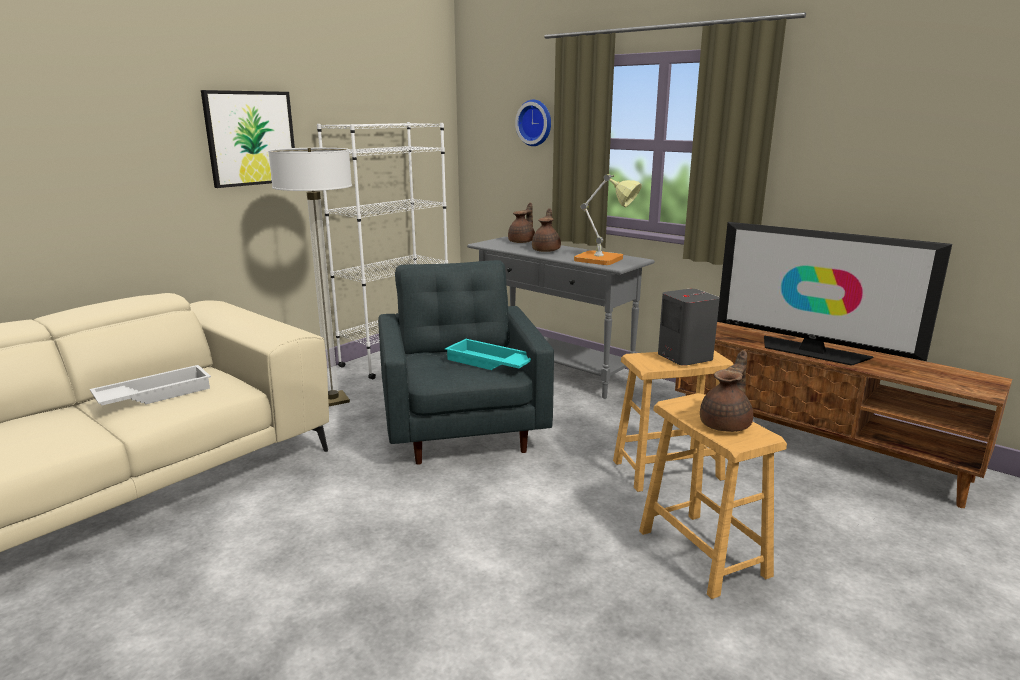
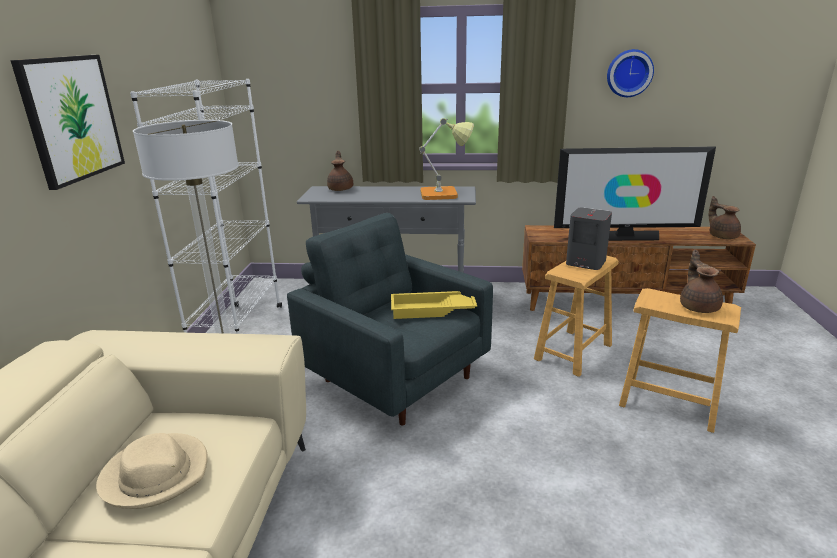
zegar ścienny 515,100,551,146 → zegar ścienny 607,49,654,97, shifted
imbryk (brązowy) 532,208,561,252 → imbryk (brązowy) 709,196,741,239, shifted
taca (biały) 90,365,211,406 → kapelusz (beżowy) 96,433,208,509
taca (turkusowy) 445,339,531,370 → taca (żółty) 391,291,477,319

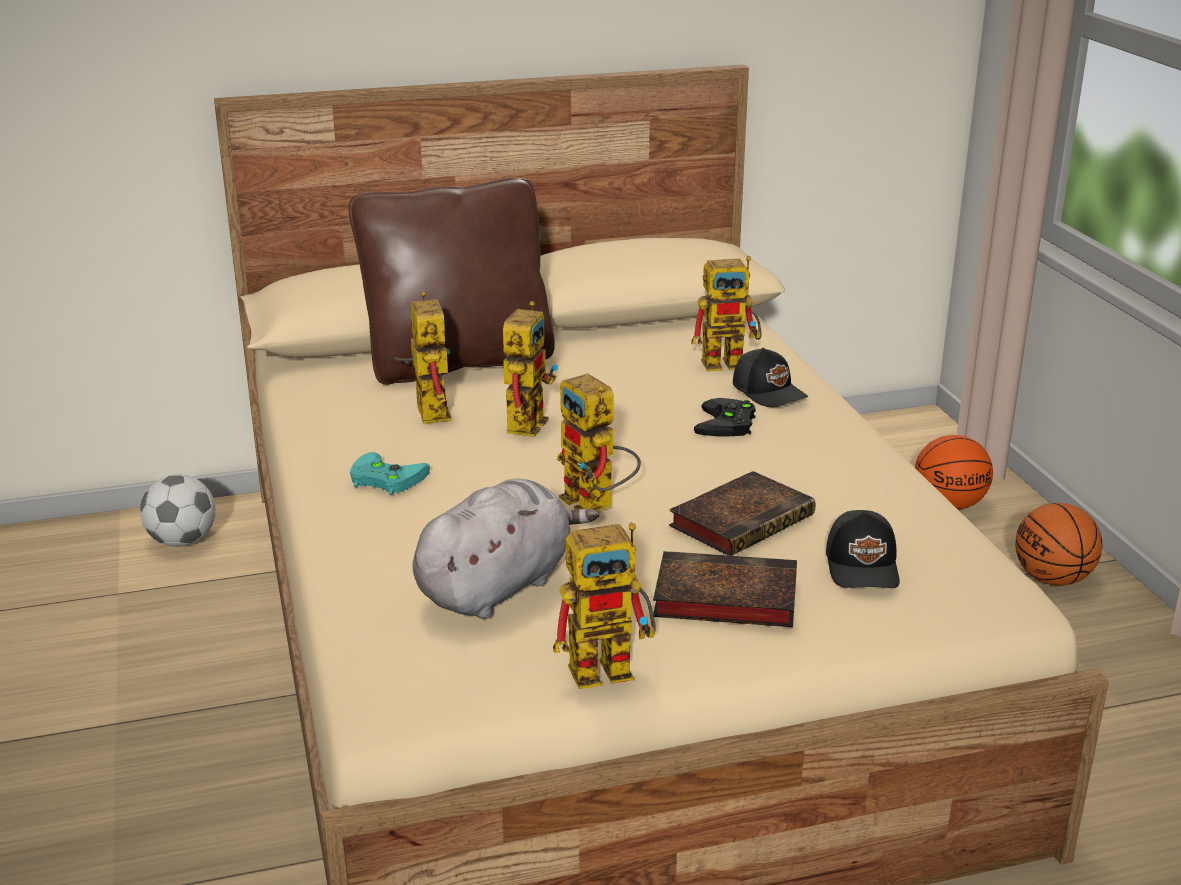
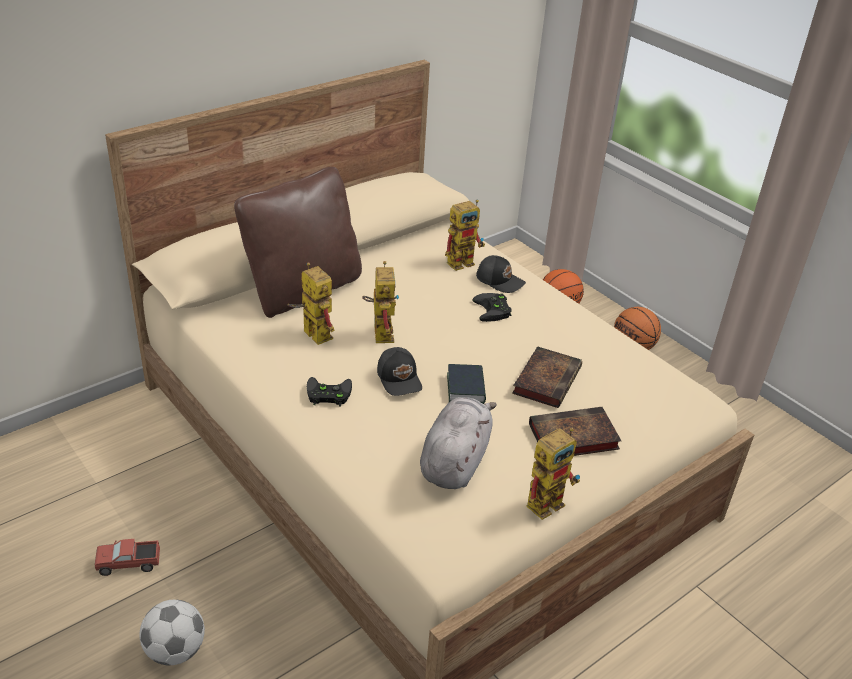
- → ciężarówka zabawkowa 95,539,160,576
piłka futbolowa 140,474,215,547 → piłka futbolowa 139,600,205,665, shifted
czapka z daszkiem (czarny) 826,510,900,588 → czapka z daszkiem (czarny) 377,347,422,396, shifted
robot zabawkowy 557,374,641,511 → książka 447,364,486,404
pad do gier (turkusowy) 350,452,430,495 → pad do gier (czarny) 307,377,352,406

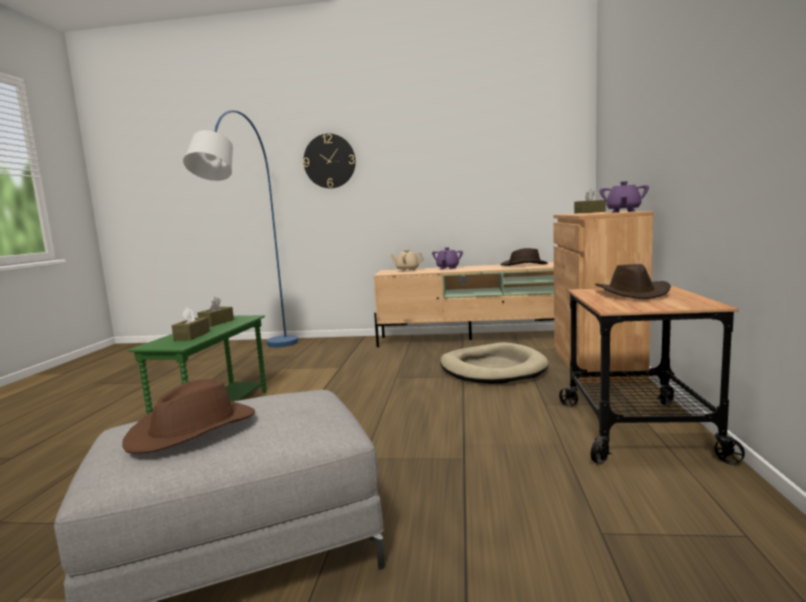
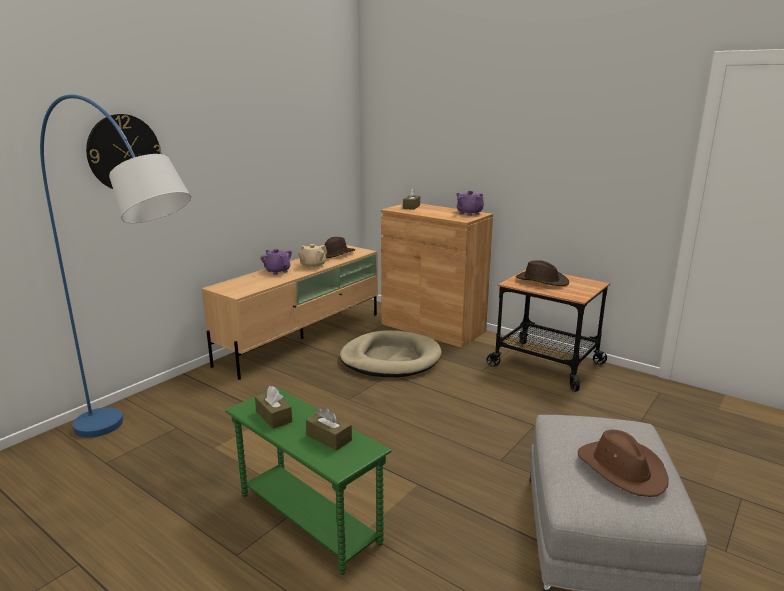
imbryk (beżowy) 390,249,424,272 → imbryk (beżowy) 298,244,327,269, shifted

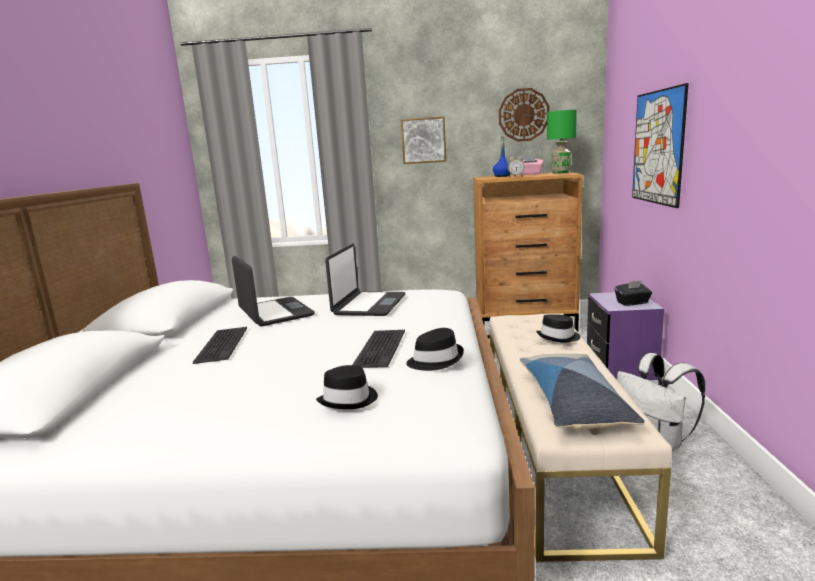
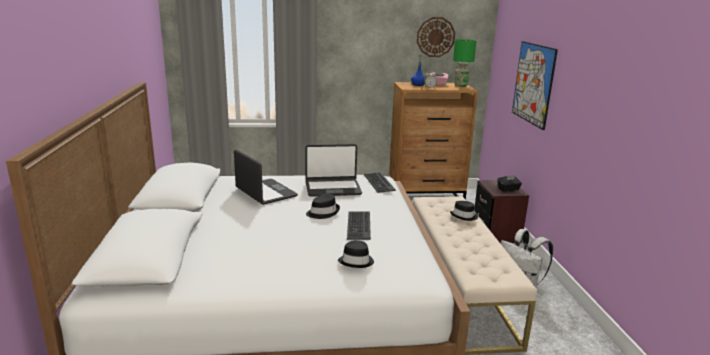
obraz 401,116,446,164 → -
poduszka 520,354,645,430 → -
klawiatura 193,327,247,364 → klawiatura 364,172,396,193, shifted
kapelusz (czarny) 406,328,464,371 → kapelusz (czarny) 306,194,340,219, shifted
szafka nocna (fioletowy) 587,292,664,380 → szafka nocna (brązowy) 475,180,529,243
laptop 325,244,405,316 → laptop 305,144,362,197, 75 degrees clockwise

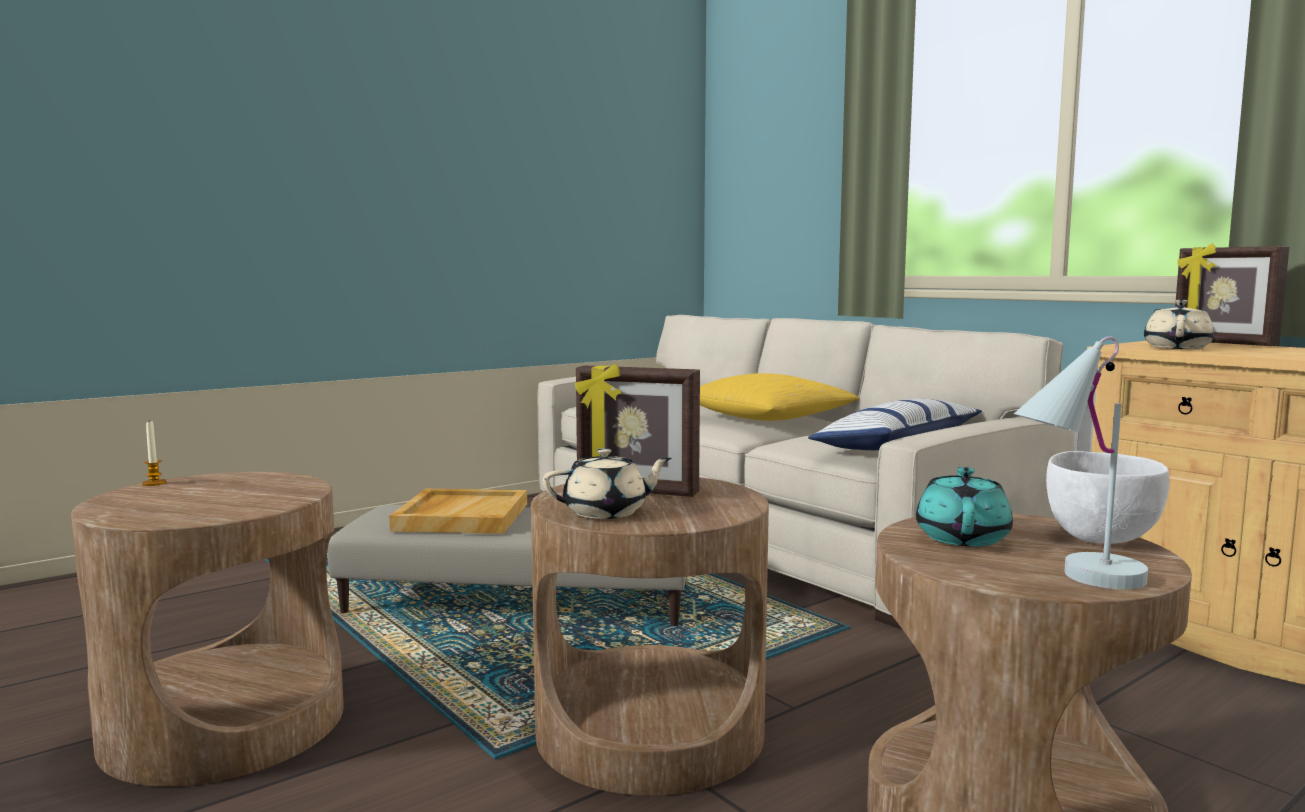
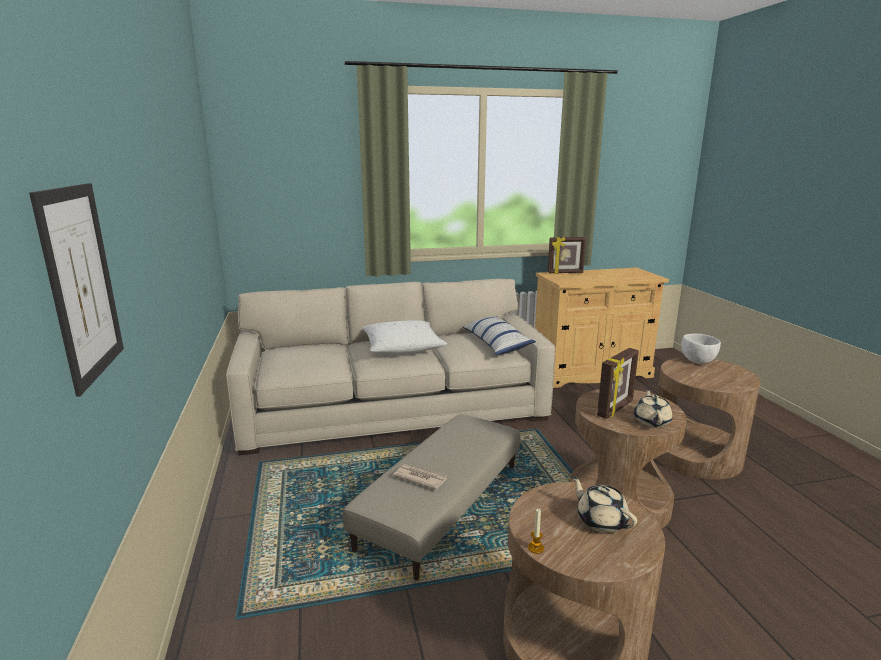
imbryk (turkusowy) 916,467,1013,547 → -
lampa stołowa (biały) 1014,336,1148,589 → -
- → obraz 29,183,124,397
imbryk (beżowy) 1144,300,1215,349 → imbryk (beżowy) 571,476,637,533, shifted
taca (beżowy) 389,489,527,534 → gazeta 393,464,448,490
poduszka (żółty) 700,373,860,421 → poduszka (biały) 362,320,447,354

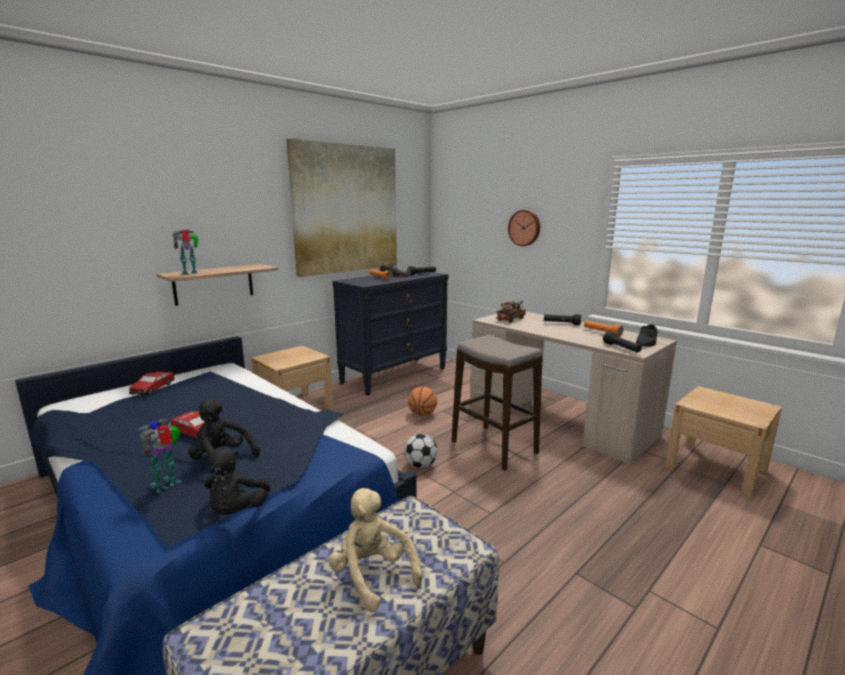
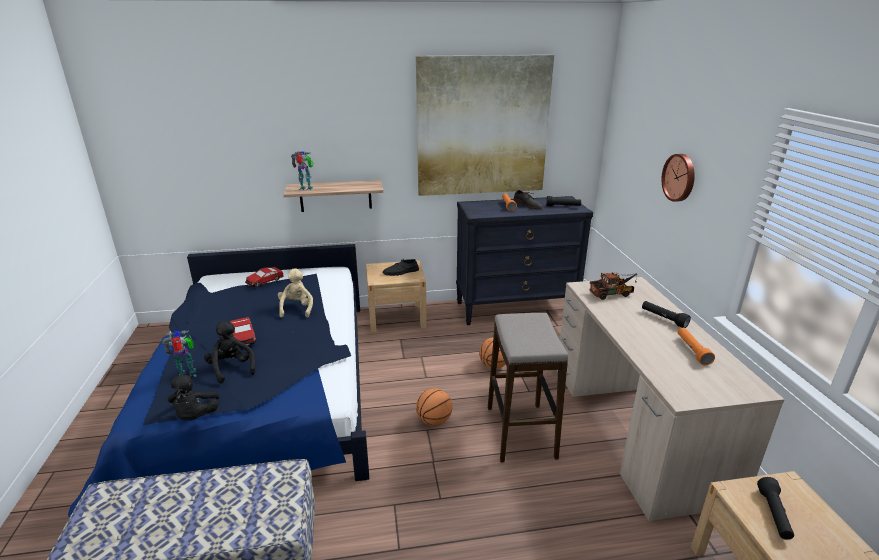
pluszak (beżowy) 328,488,422,613 → pluszak (beżowy) 278,268,313,318, shifted
latarka (czarny) 603,331,642,353 → latarka (czarny) 757,477,794,540, shifted
but (czarny) 636,324,658,347 → but (czarny) 383,259,419,276, shifted
piłka futbolowa 404,434,437,468 → piłka do koszykówki 416,389,453,426
pluszak (czarny) 204,449,271,515 → pluszak (czarny) 168,374,220,421, 45 degrees counterclockwise

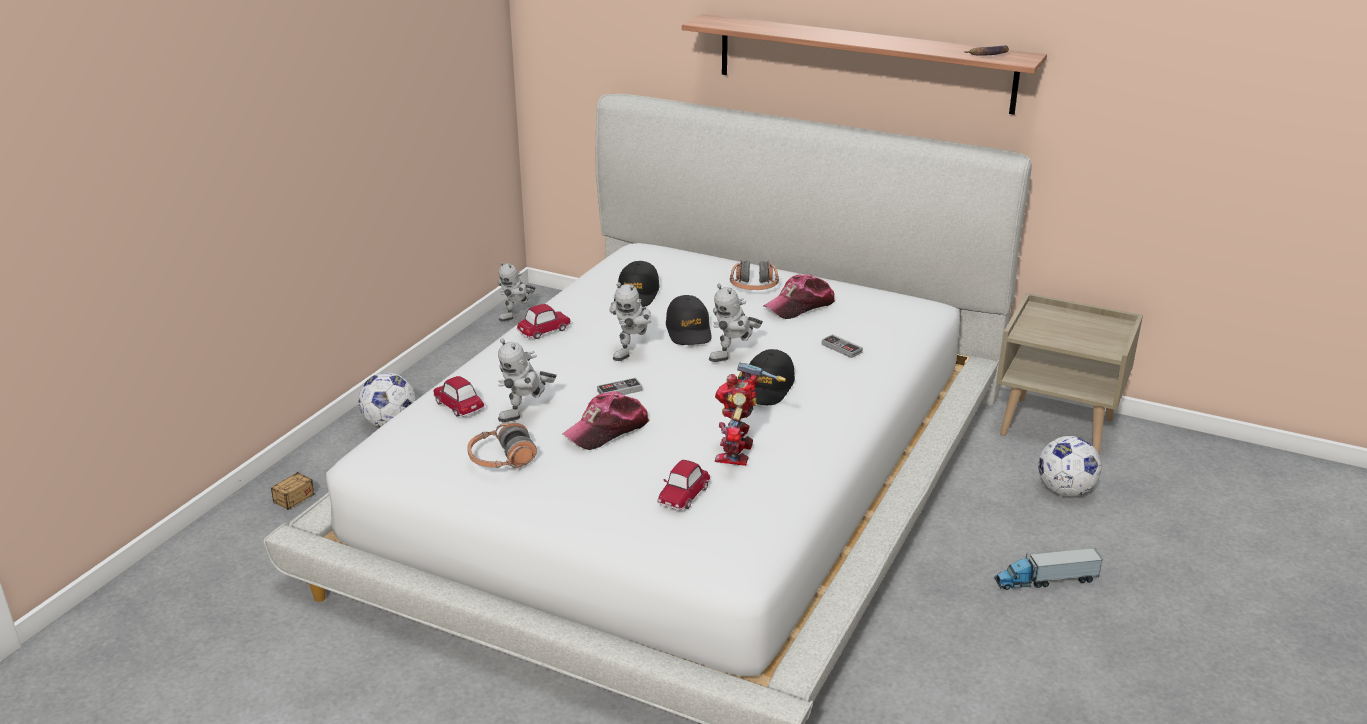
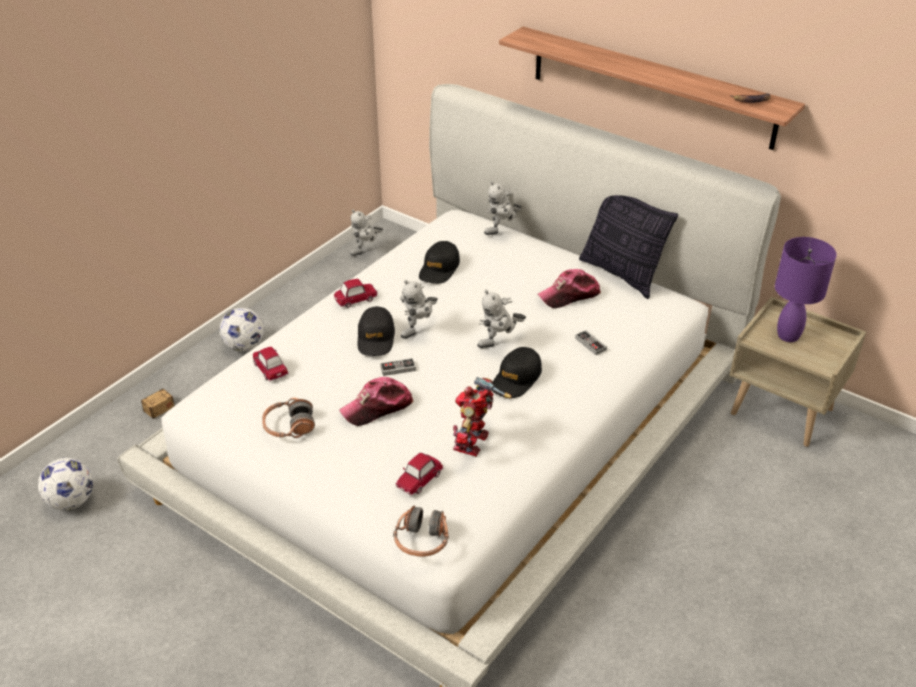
ciężarówka zabawkowa 994,548,1103,590 → -
- → poduszka 579,195,678,299
- → lampa stołowa (fioletowy) 775,237,837,342
robot zabawkowy 498,338,557,422 → robot zabawkowy 484,181,521,235, shifted
czapka z daszkiem (czarny) 666,295,712,345 → czapka z daszkiem (czarny) 358,306,395,356, shifted
słuchawki 730,260,779,290 → słuchawki 393,506,449,557, shifted
piłka futbolowa 1038,436,1102,497 → piłka futbolowa 38,458,93,510, shifted

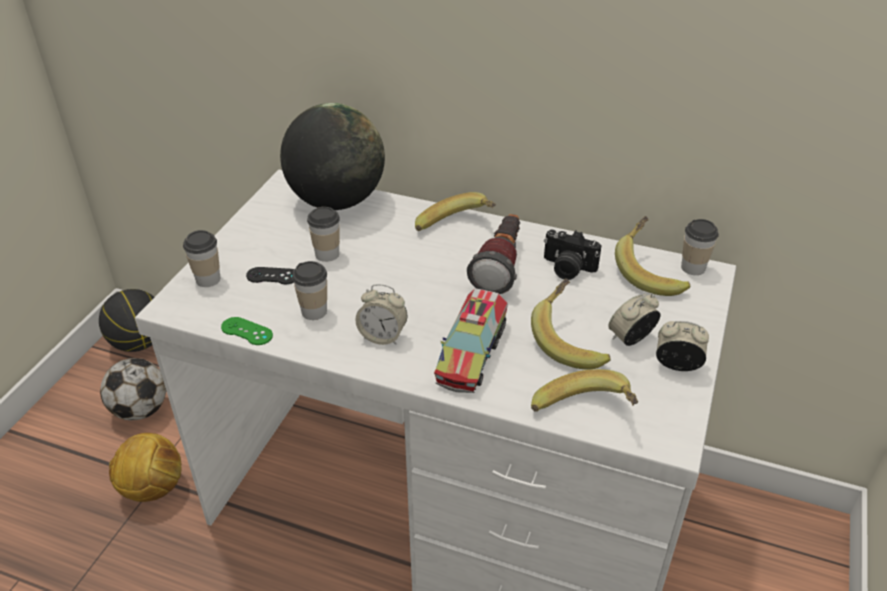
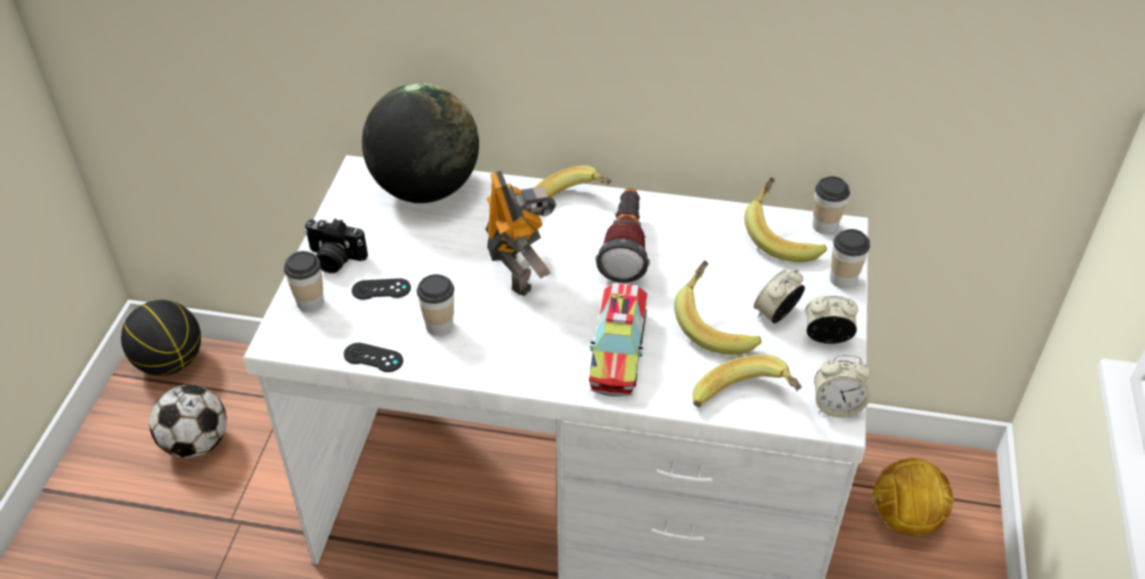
- → robot zabawkowy 485,171,556,296
piłka futbolowa 109,433,182,502 → piłka futbolowa 872,458,954,536, shifted
filiżanka 307,207,340,262 → filiżanka 830,229,870,289, shifted
budzik 355,284,408,345 → budzik 814,355,871,418, shifted
aparat fotograficzny 544,229,602,280 → aparat fotograficzny 304,219,368,273, shifted
pad do gier (zielony) 221,317,273,345 → pad do gier (czarny) 344,343,403,372

